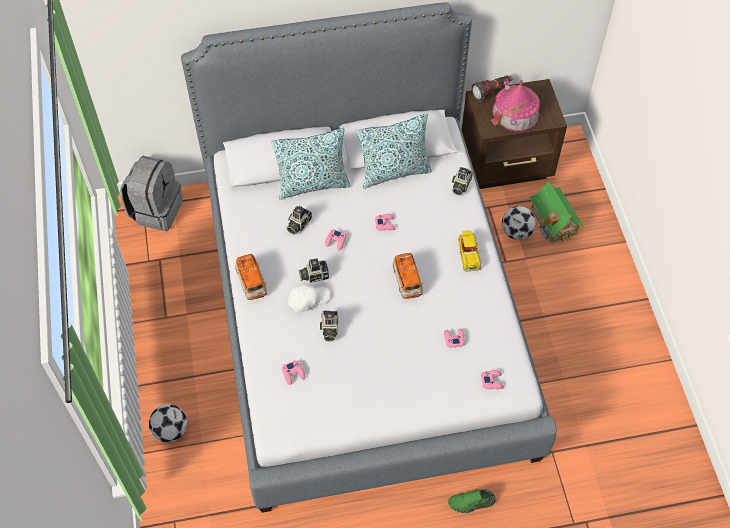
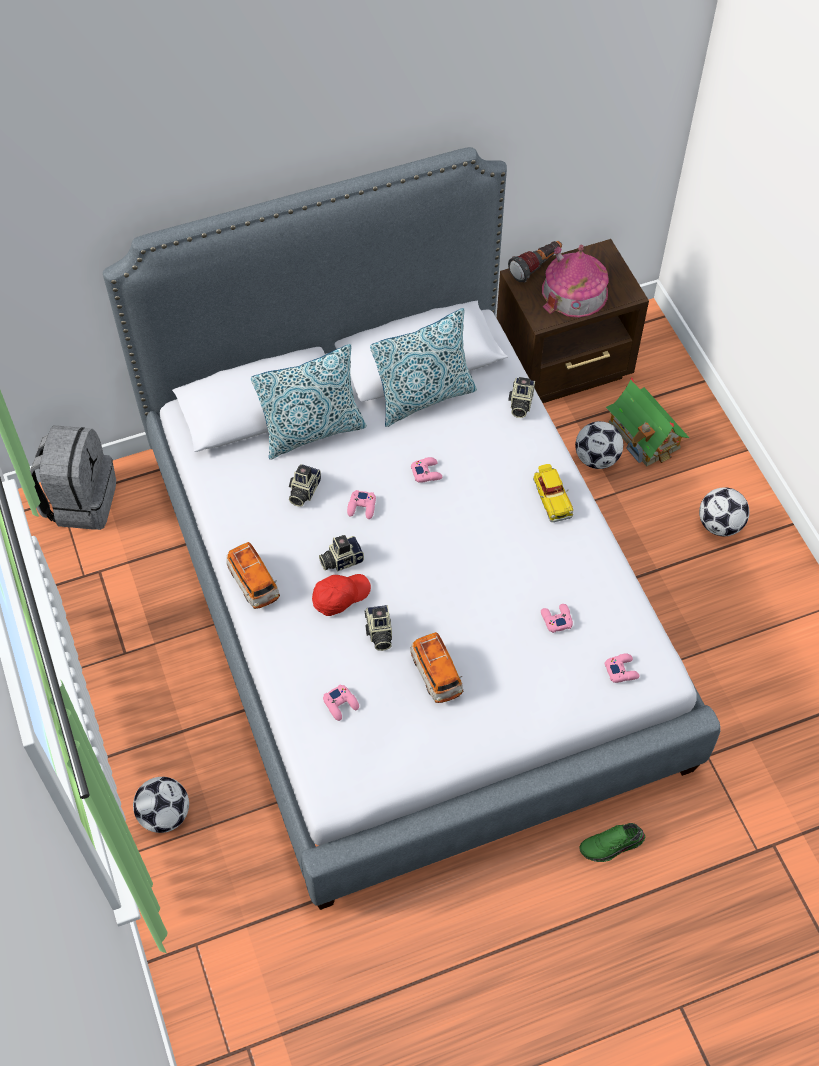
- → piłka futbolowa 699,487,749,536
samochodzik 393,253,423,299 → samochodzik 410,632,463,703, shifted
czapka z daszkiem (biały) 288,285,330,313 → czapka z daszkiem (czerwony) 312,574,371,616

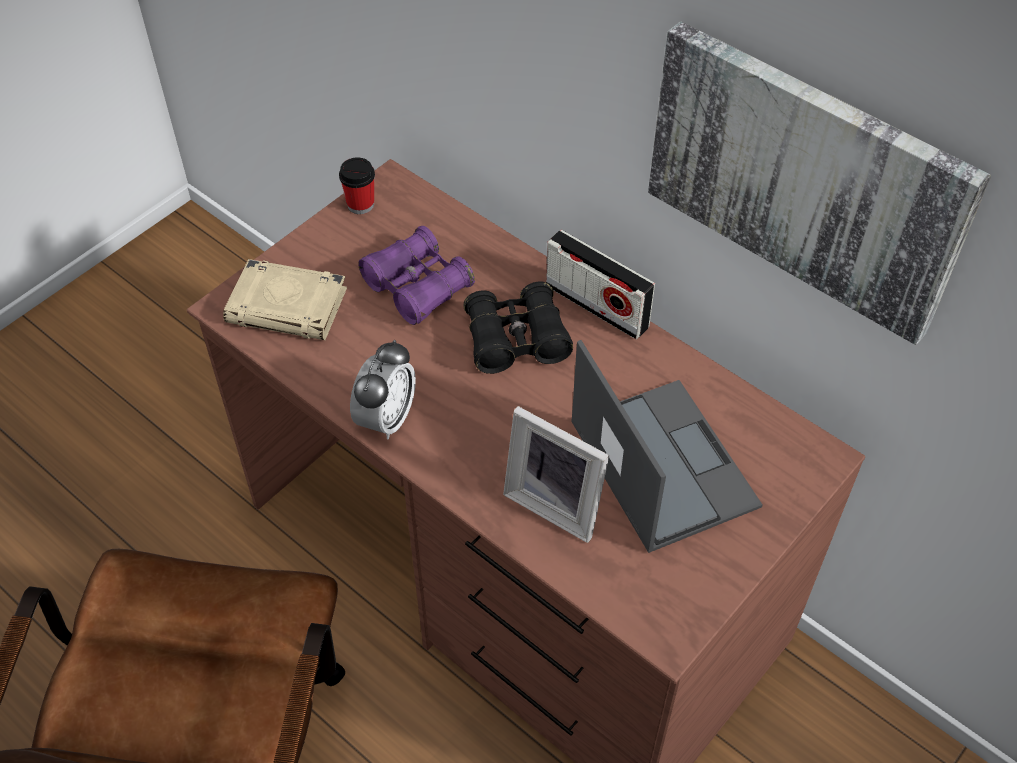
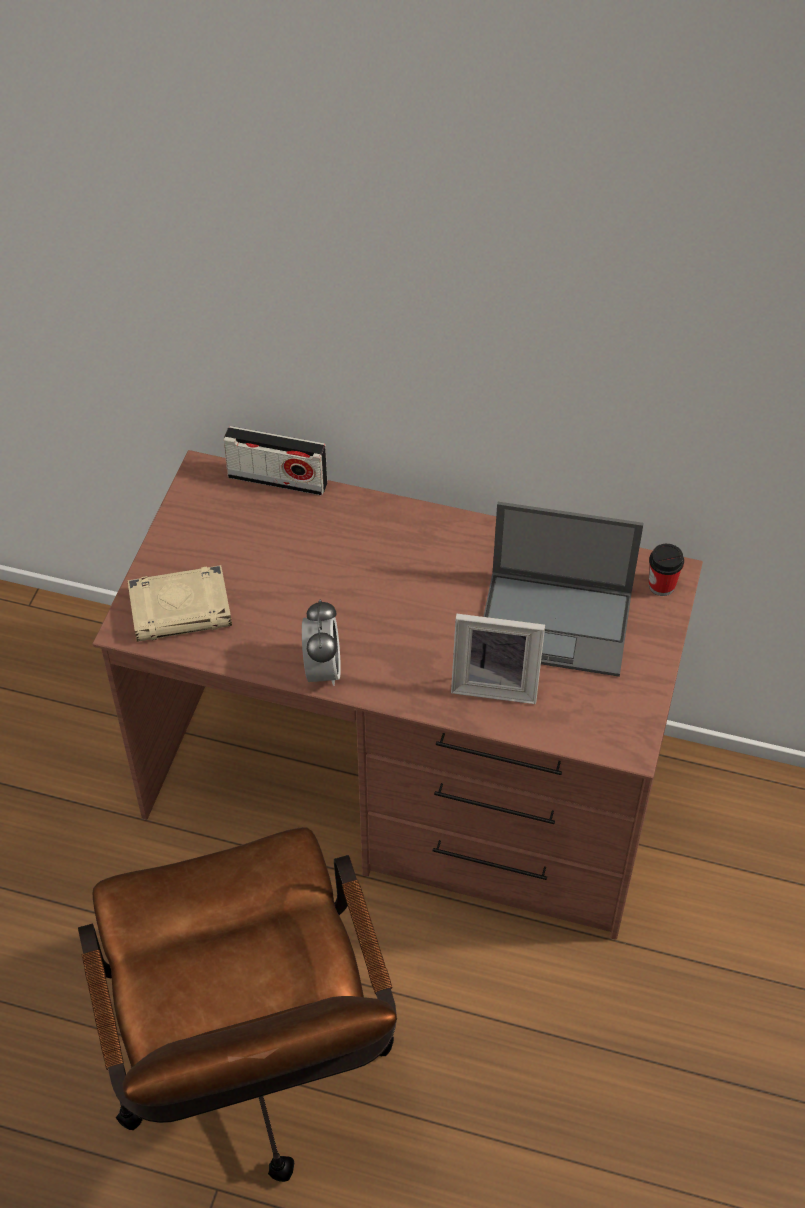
lornetka (fioletowy) 358,226,475,325 → -
lornetka (czarny) 463,281,573,374 → -
obraz 648,21,991,345 → -
filiżanka 339,157,375,214 → filiżanka 649,544,684,596, shifted
radio 546,230,655,339 → radio 223,426,327,496, shifted
laptop 571,340,763,553 → laptop 483,502,644,677, 150 degrees clockwise

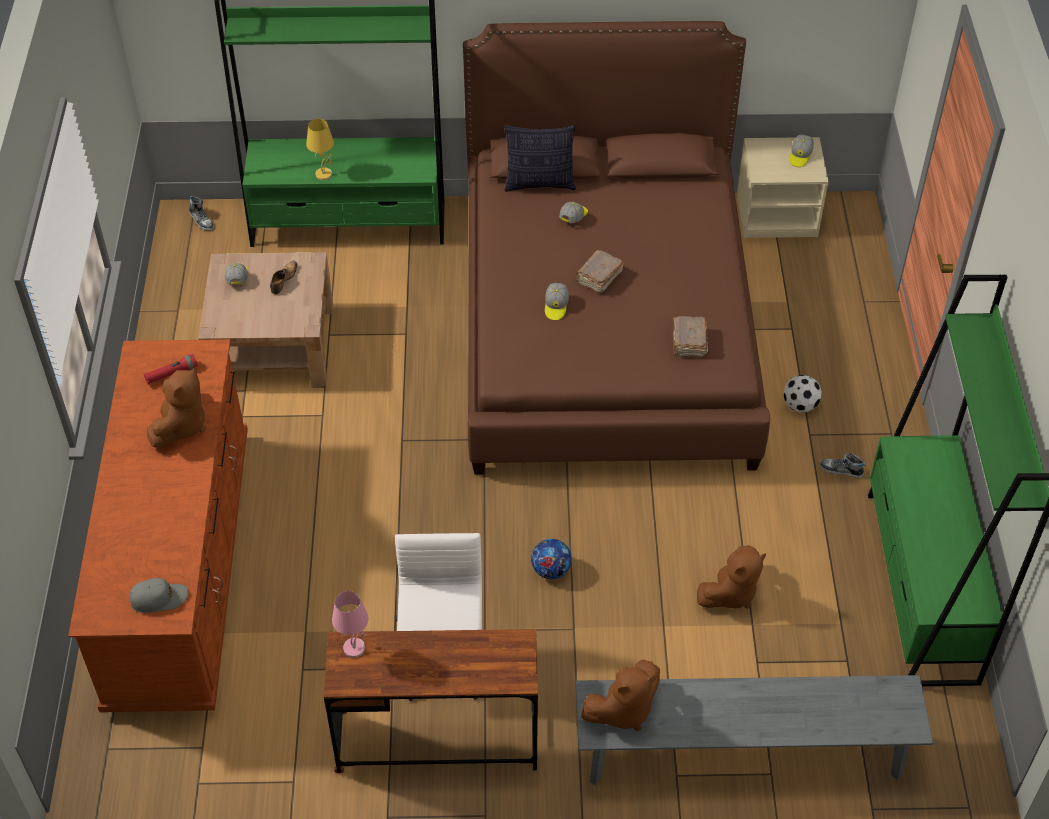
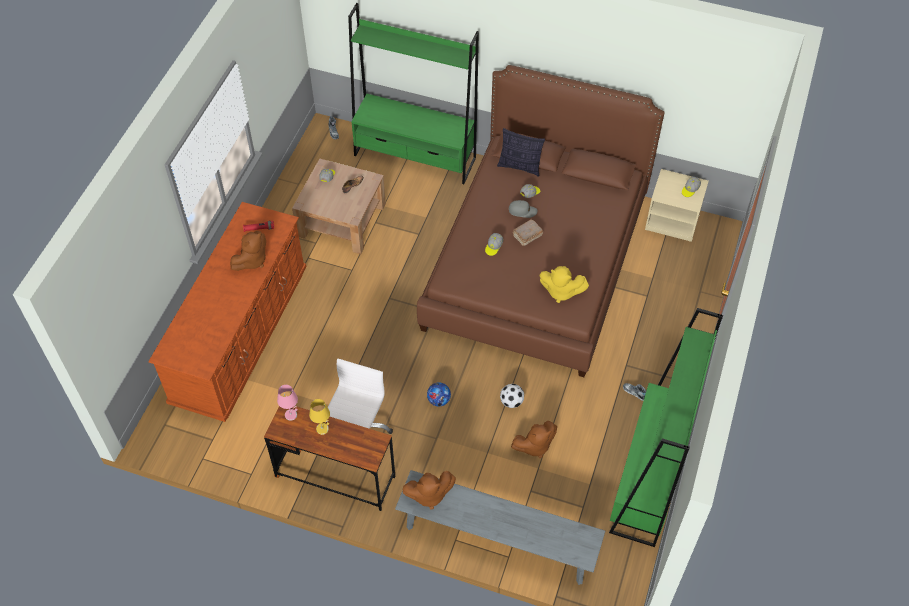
czapka z daszkiem (szary) 129,578,188,613 → czapka z daszkiem (szary) 509,200,537,218, shifted
lampa stołowa (żółty) 306,119,334,180 → lampa stołowa (żółty) 309,399,330,435, shifted
piłka futbolowa 783,375,822,413 → piłka futbolowa 500,384,524,408, shifted
książka (brązowy) 673,316,708,358 → pluszak (żółty) 539,266,589,303

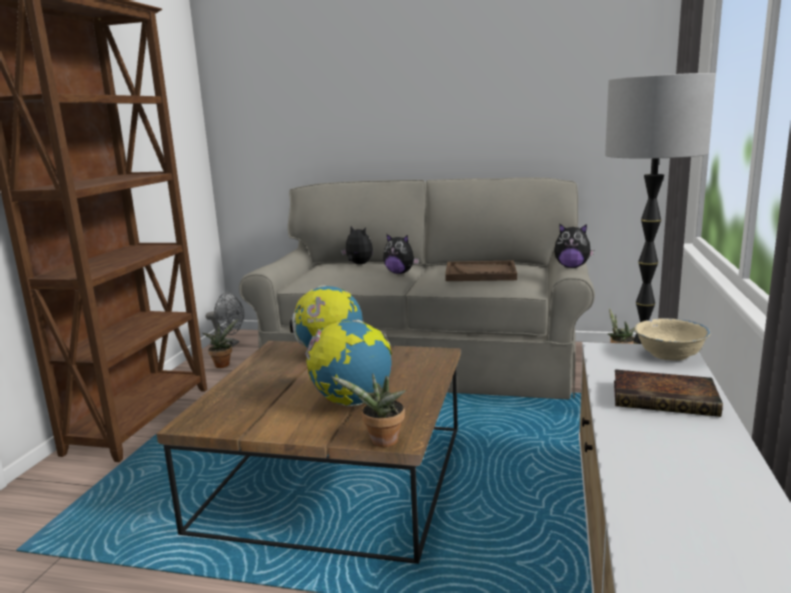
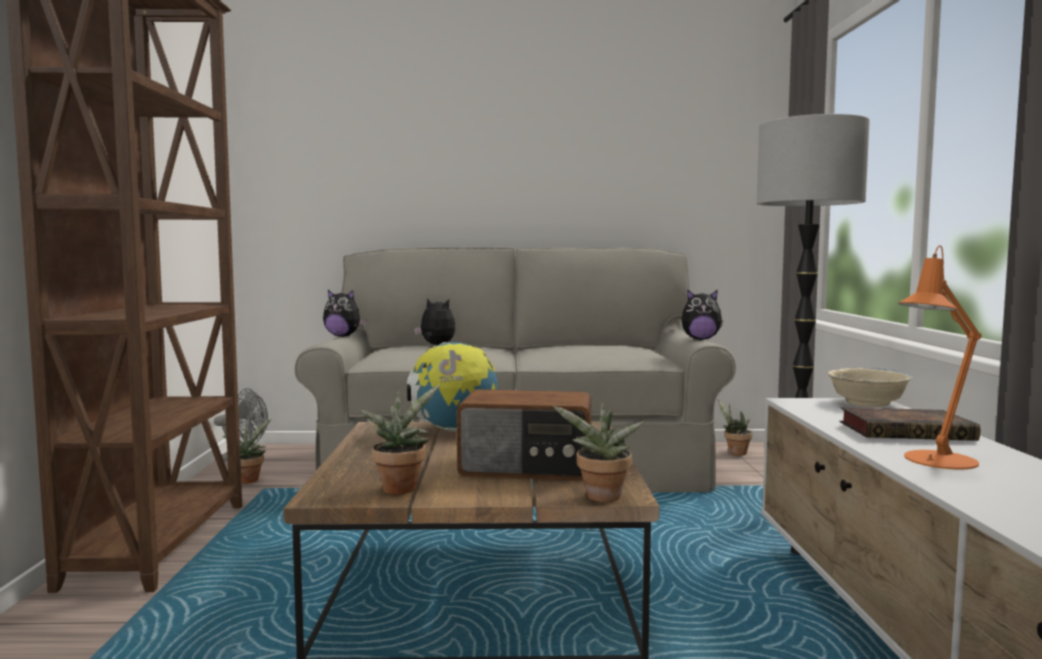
taca (brązowy) 445,260,517,281 → -
- → roślina doniczkowa 359,385,440,494
- → lampa stołowa (pomarańczowy) 898,245,981,469
pluszak 383,234,419,274 → pluszak 323,290,367,337, shifted
globus 305,320,392,407 → radio 457,389,591,480

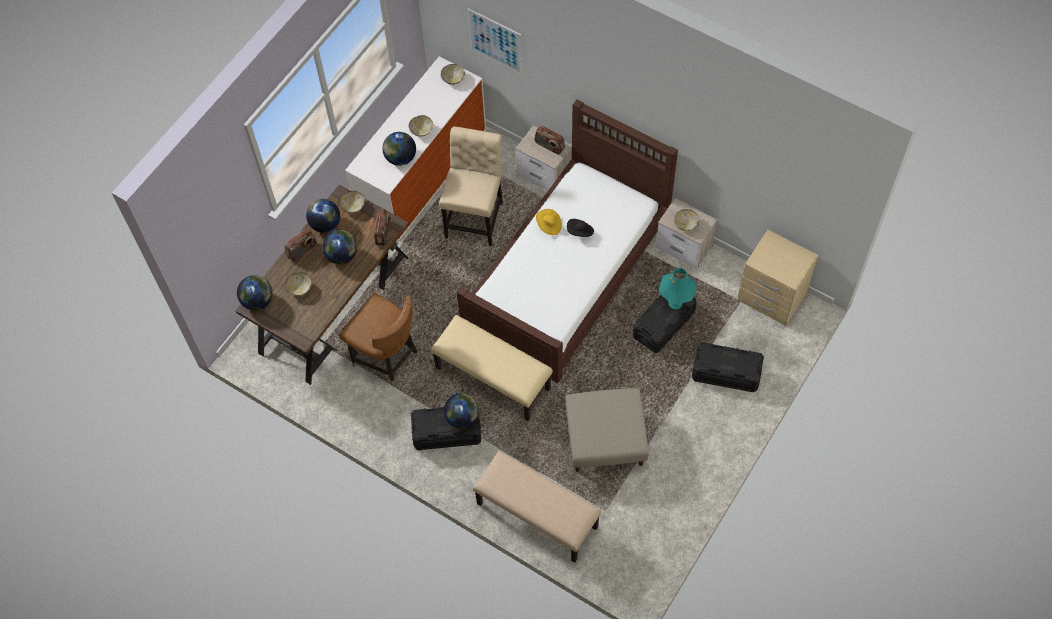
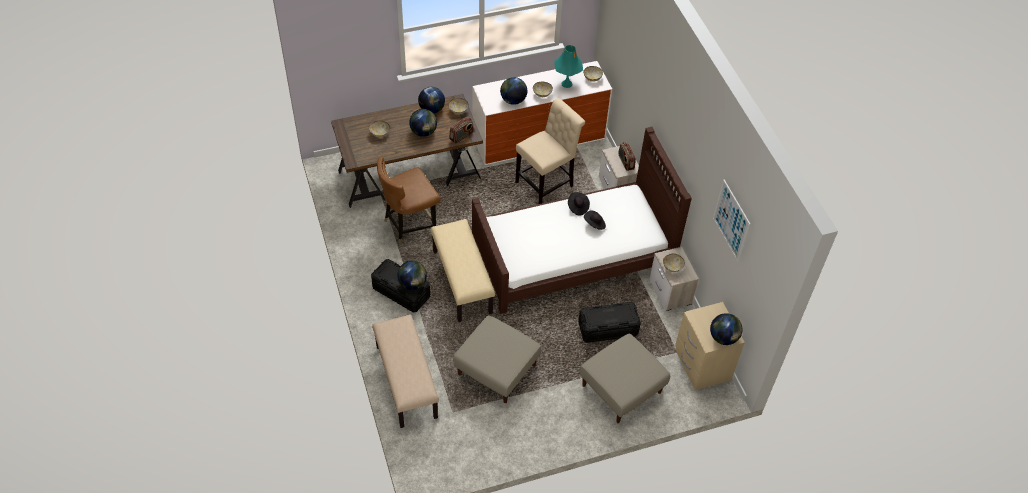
radio 285,229,317,262 → -
globus 237,275,273,310 → globus 710,313,742,345, shifted
obraz 467,8,523,74 → obraz 713,179,750,262, shifted
lampa stołowa (turkusowy) 659,268,697,309 → lampa stołowa (turkusowy) 555,45,583,88, shifted
pojemnik do przechowywania (czarny) 692,342,764,392 → pufa (beżowy) 580,334,670,423
kapelusz (żółty) 536,209,562,235 → kapelusz (czarny) 568,192,590,216
krzesło (brązowy) 339,293,419,386 → krzesło (brązowy) 377,157,440,244, 75 degrees clockwise

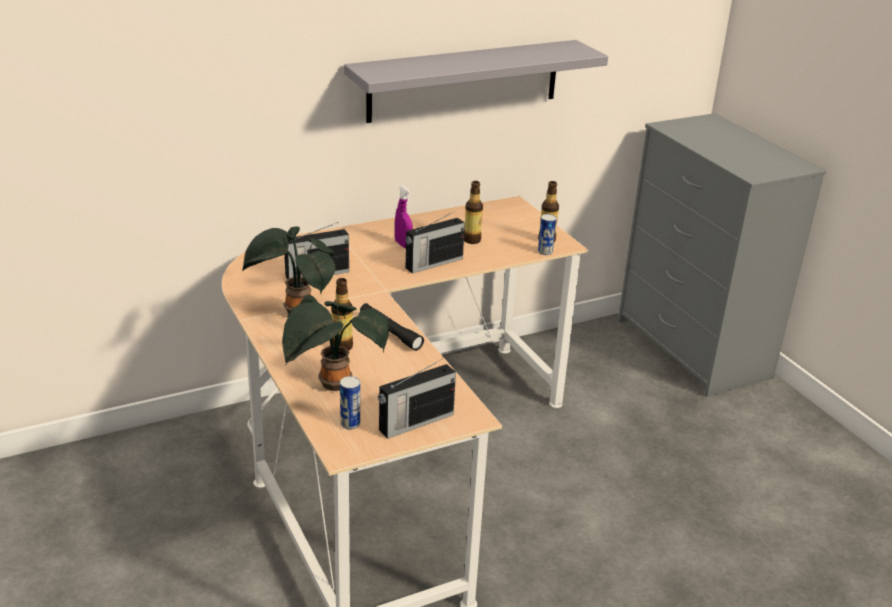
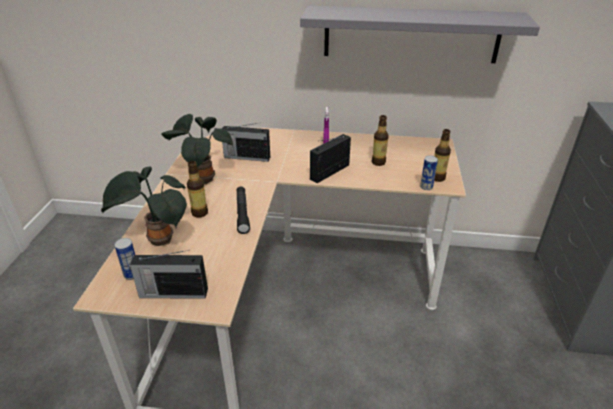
radio 405,211,465,274 → radio 310,134,351,183, 135 degrees clockwise

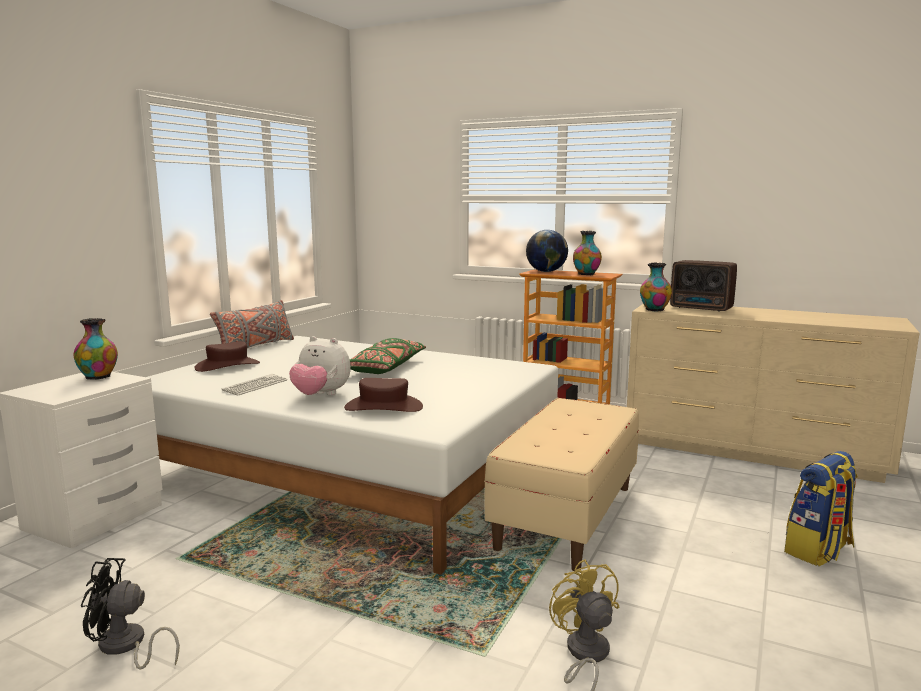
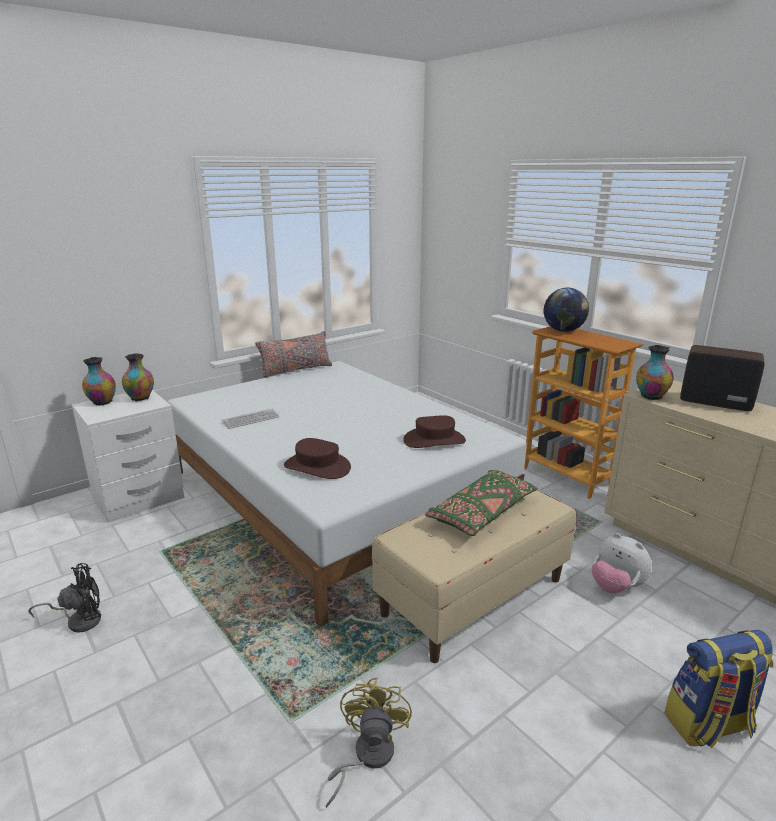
kapelusz (brązowy) 194,341,260,372 → kapelusz (brązowy) 403,415,466,448, shifted
pluszak 289,336,351,395 → pluszak 592,533,652,593, shifted
poduszka (zielony) 350,338,426,374 → poduszka (zielony) 425,470,538,536, shifted
wazon 573,231,602,275 → wazon 82,357,116,406, shifted
wentylator (czarny) 81,558,180,669 → wentylator (czarny) 28,563,101,633, 135 degrees clockwise
radio 670,260,737,312 → radio 680,345,765,411, 150 degrees clockwise

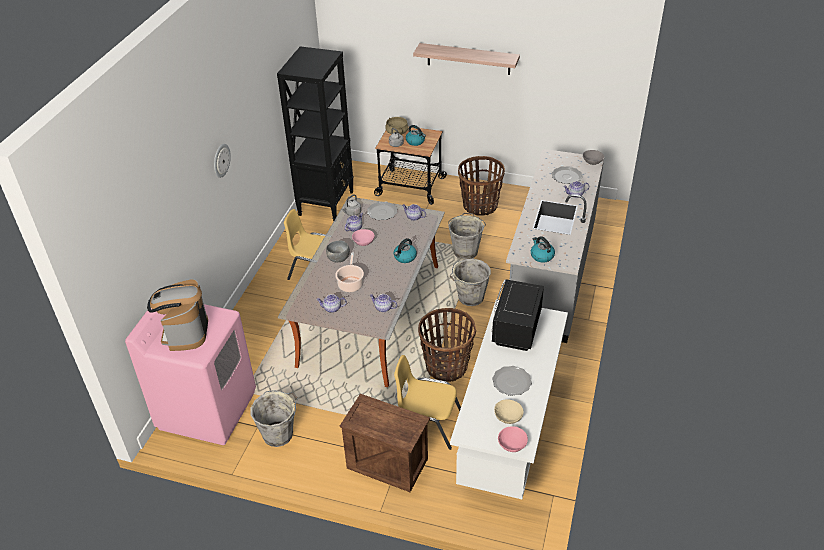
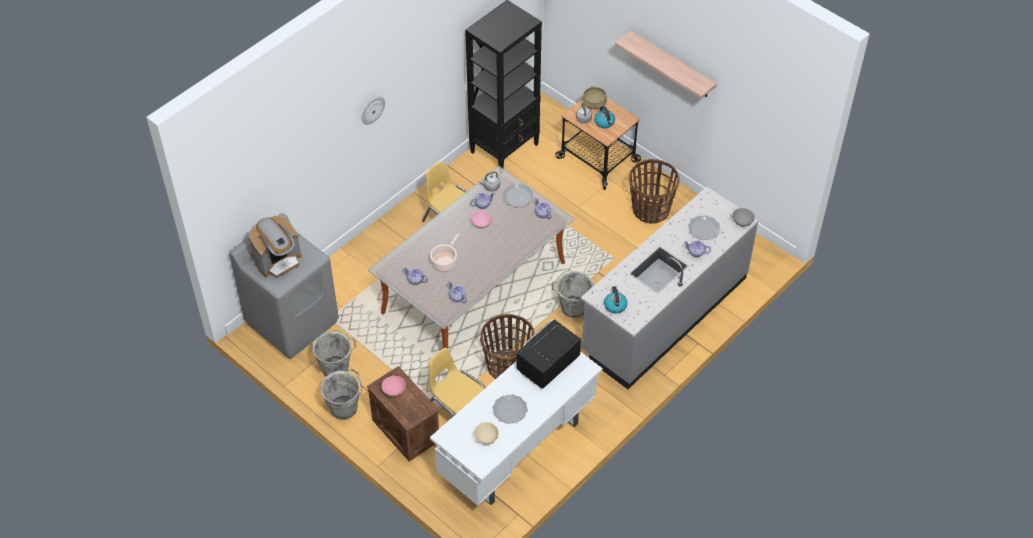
miska (szary) 326,240,350,262 → -
czajnik 394,238,417,263 → -
wiadro (szary) 448,213,486,260 → wiadro (szary) 320,369,362,420, shifted
miska (różowy) 498,426,528,452 → miska (różowy) 381,376,406,396, shifted
pralka (różowy) 125,304,256,445 → pralka (szary) 229,213,339,359
ekspres do kawy 147,279,208,351 → ekspres do kawy 249,216,302,278, 150 degrees counterclockwise

